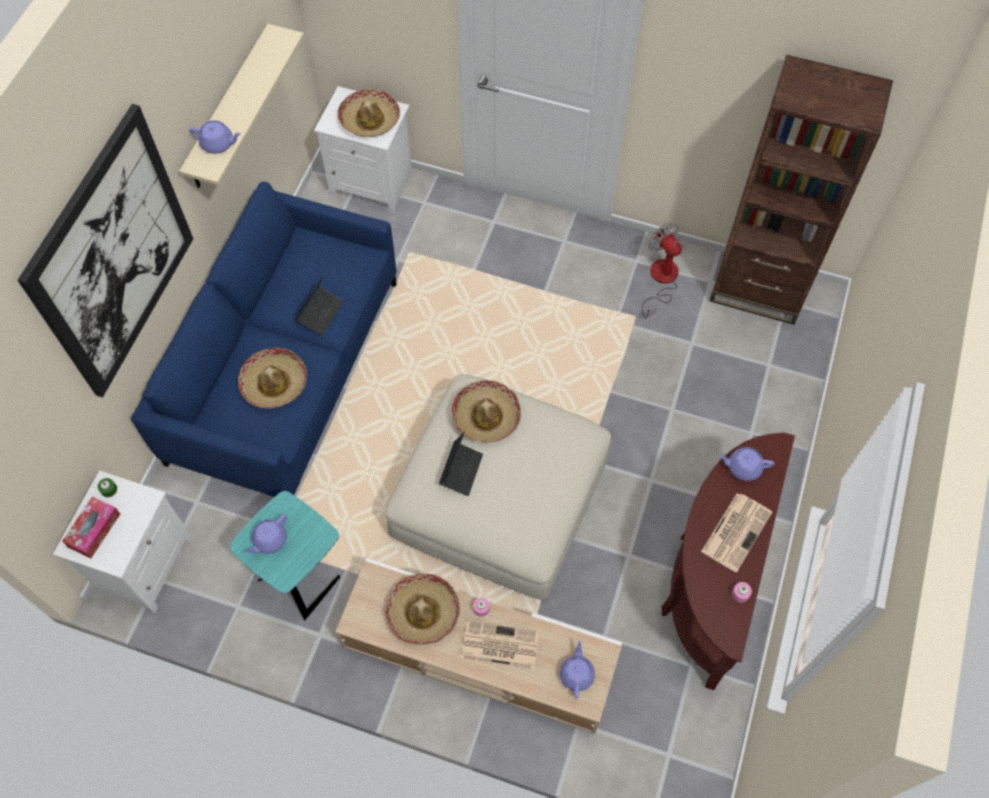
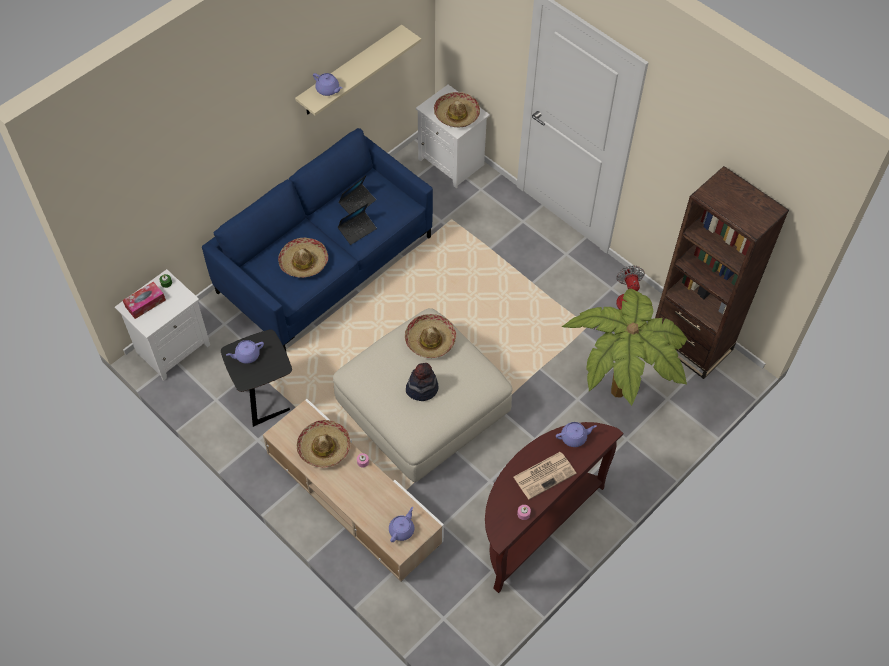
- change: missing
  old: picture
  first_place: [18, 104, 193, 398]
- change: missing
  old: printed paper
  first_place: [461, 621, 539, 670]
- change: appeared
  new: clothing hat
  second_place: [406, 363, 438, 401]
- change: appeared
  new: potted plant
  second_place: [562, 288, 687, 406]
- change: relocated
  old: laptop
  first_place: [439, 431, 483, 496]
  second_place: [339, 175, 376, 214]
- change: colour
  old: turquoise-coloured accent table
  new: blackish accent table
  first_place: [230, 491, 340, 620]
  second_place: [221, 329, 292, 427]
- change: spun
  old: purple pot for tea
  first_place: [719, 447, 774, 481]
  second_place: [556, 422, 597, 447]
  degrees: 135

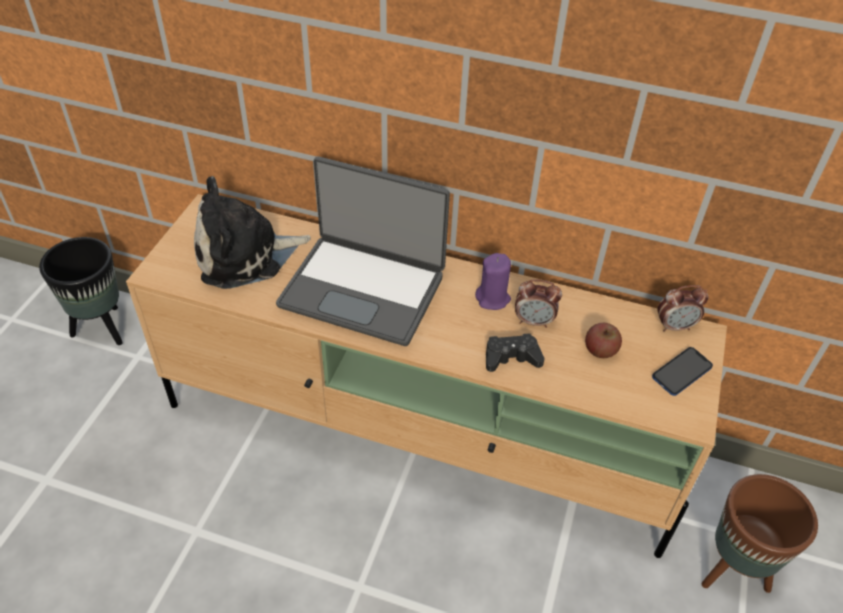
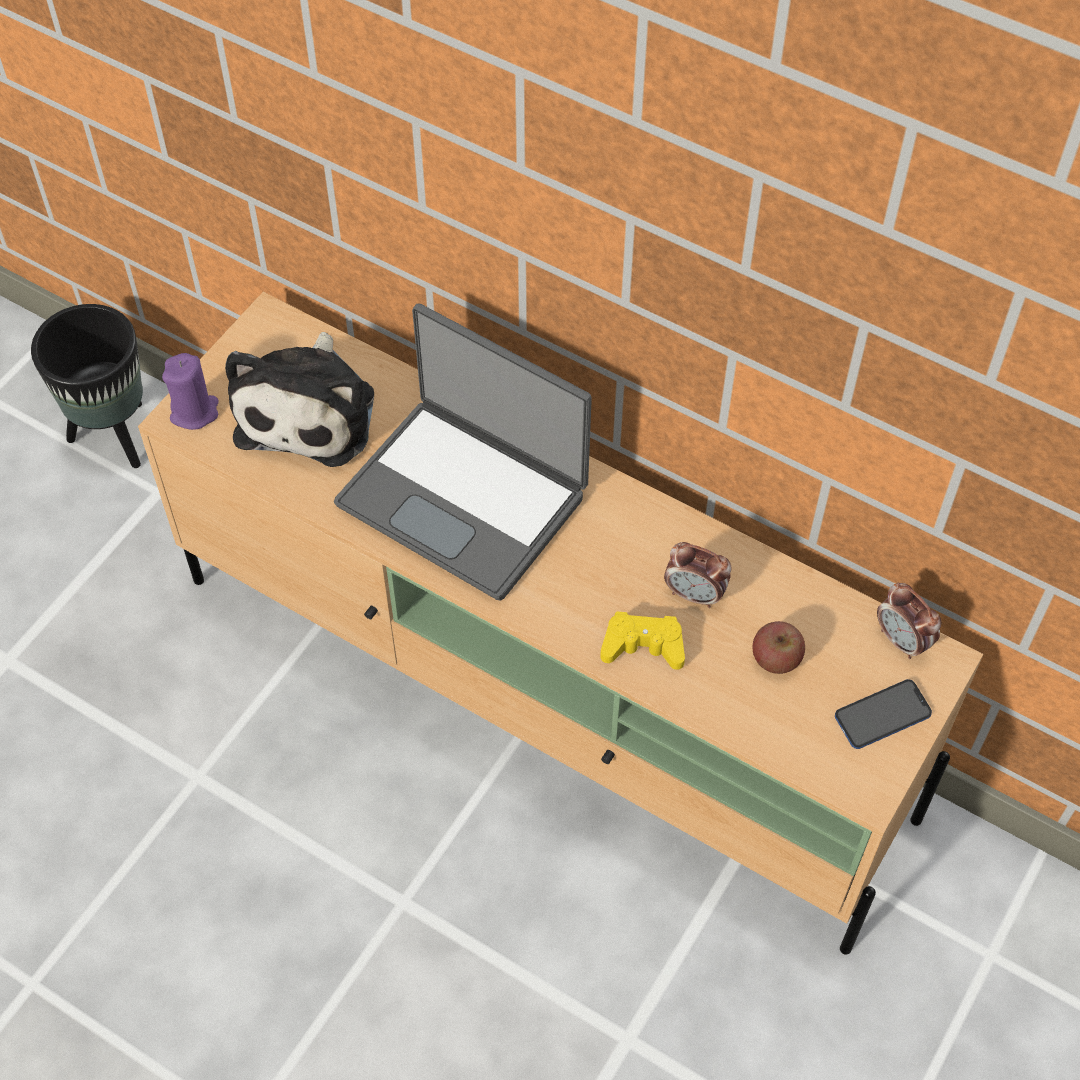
- change: missing
  old: brownish planter
  first_place: [702, 474, 818, 593]
- change: relocated
  old: purple wax candle
  first_place: [475, 253, 511, 310]
  second_place: [162, 353, 219, 430]
- change: colour
  old: blackish joypad
  new: yellow joypad
  first_place: [486, 333, 545, 372]
  second_place: [600, 612, 685, 670]
- change: spun
  old: soft toy
  first_place: [194, 176, 311, 289]
  second_place: [225, 332, 374, 467]
  degrees: -75
- change: spun
  old: table clock
  first_place: [657, 285, 708, 332]
  second_place: [877, 583, 941, 659]
  degrees: 45

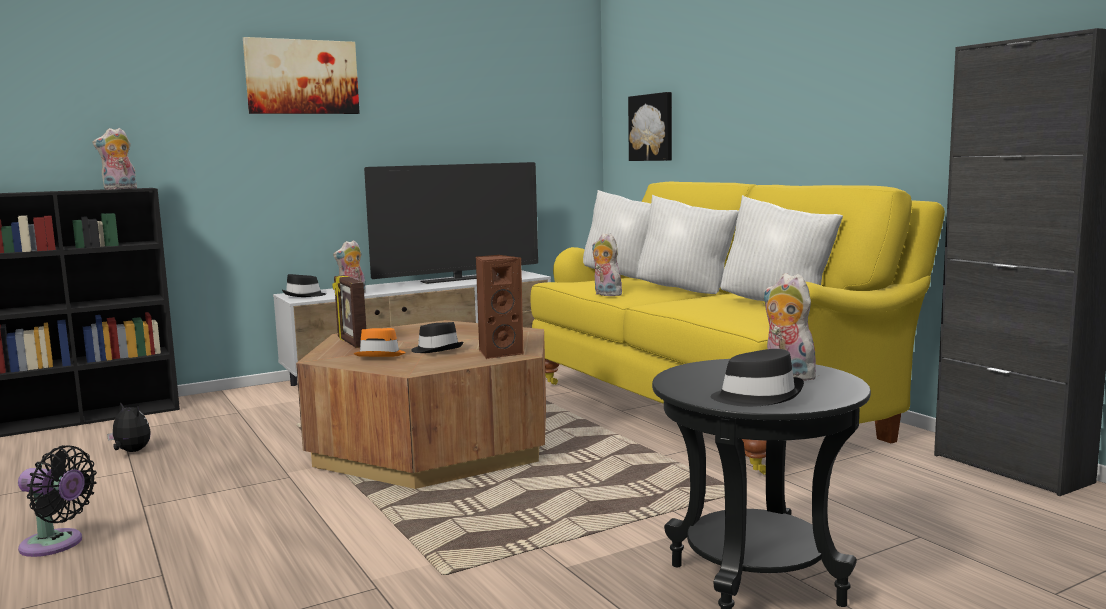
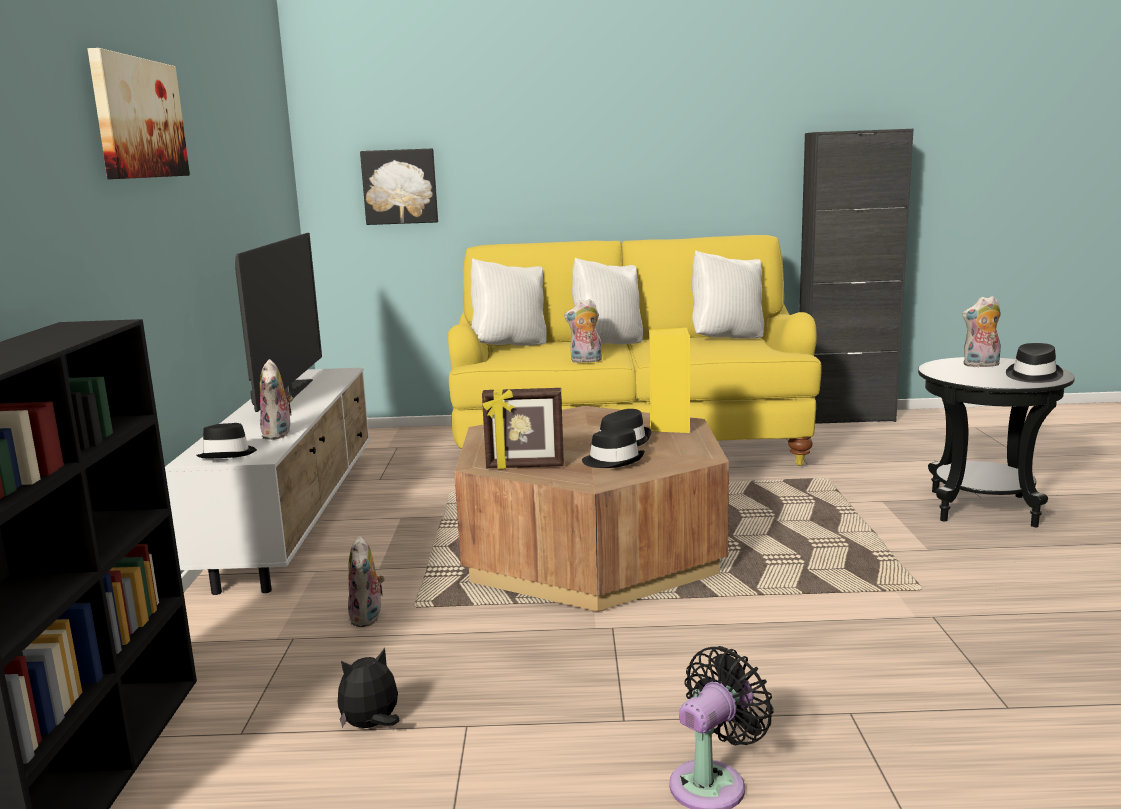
- change: relocated
  old: soft toy
  first_place: [92, 128, 137, 190]
  second_place: [348, 536, 385, 627]
- change: colour
  old: orange clothing hat
  new: blackish clothing hat
  first_place: [354, 328, 406, 357]
  second_place: [582, 429, 645, 468]
- change: colour
  old: brownish loudspeaker
  new: yellow loudspeaker
  first_place: [476, 255, 523, 359]
  second_place: [649, 328, 690, 433]

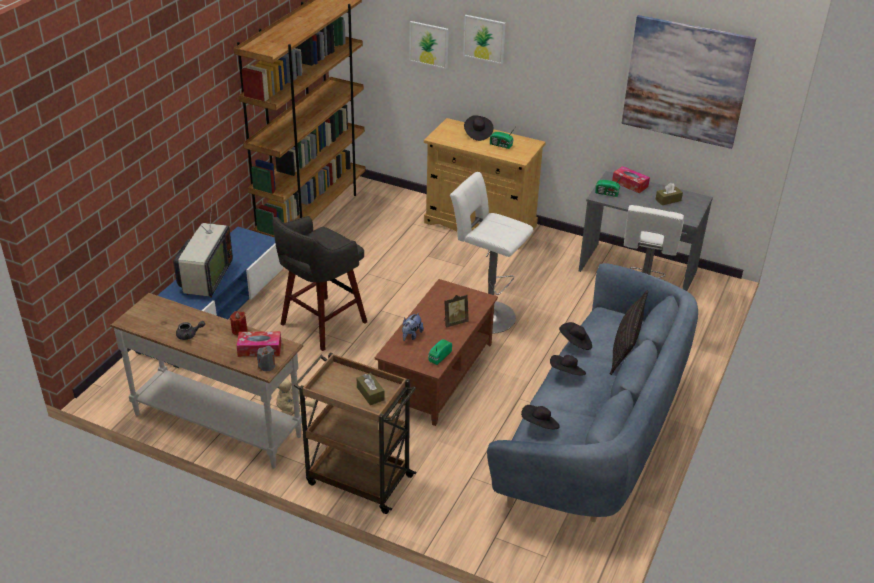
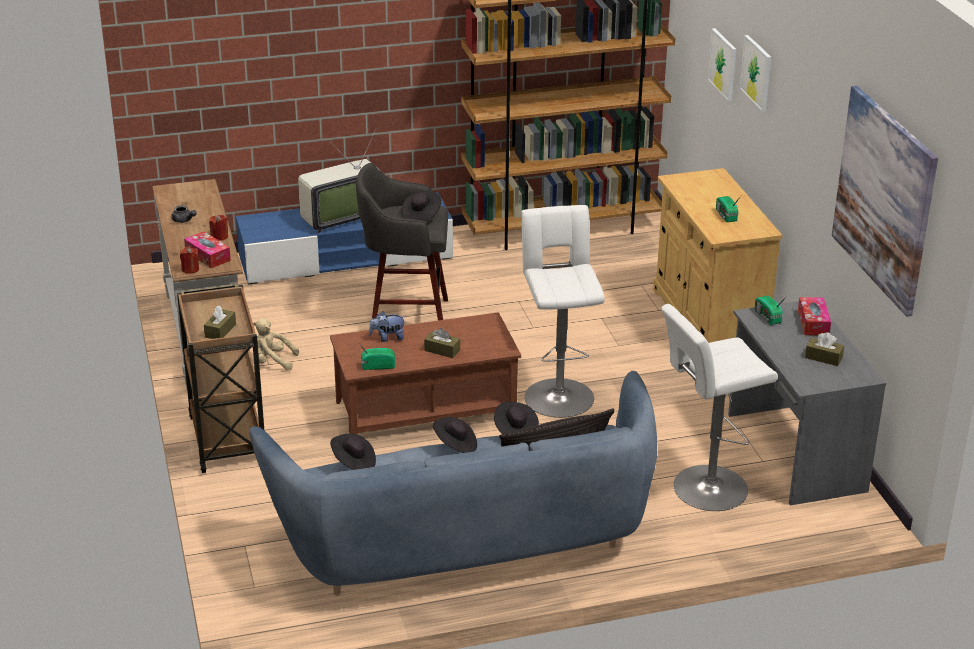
- change: relocated
  old: blackish clothing hat
  first_place: [464, 115, 493, 141]
  second_place: [401, 191, 441, 222]
- change: exchanged
  old: picture frame
  new: brownish box of tissues
  first_place: [444, 295, 469, 328]
  second_place: [424, 328, 460, 358]
- change: colour
  old: greyish wax candle
  new: red wax candle
  first_place: [257, 346, 275, 371]
  second_place: [180, 247, 199, 274]

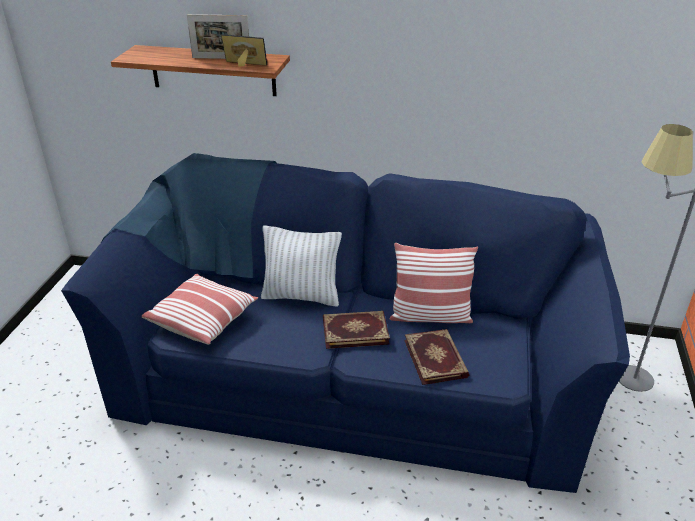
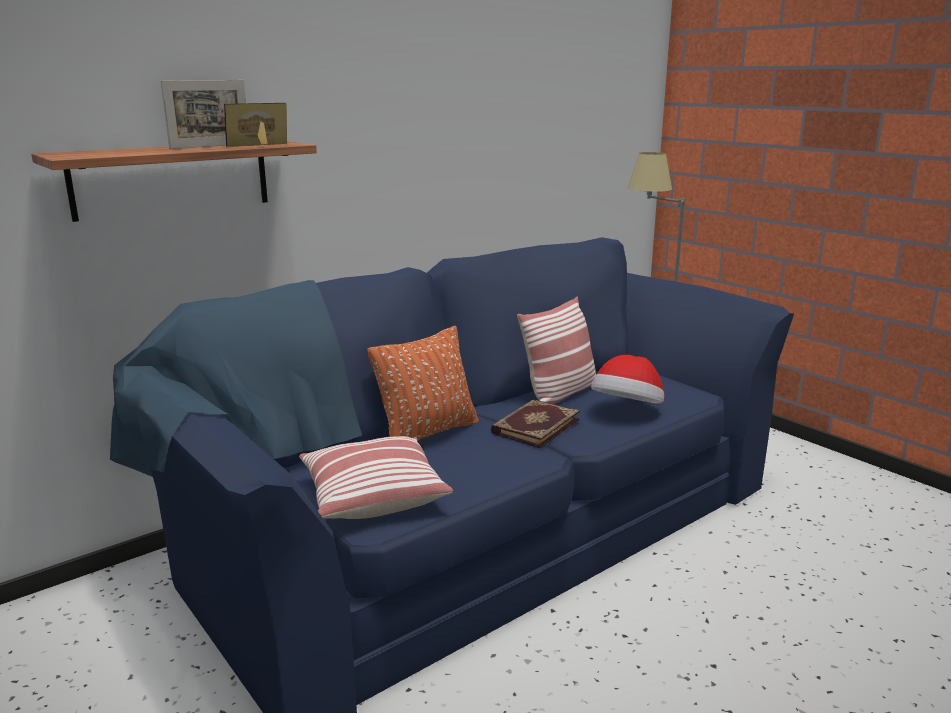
- change: exchanged
  old: volume
  new: clothing hat
  first_place: [404, 329, 469, 385]
  second_place: [591, 355, 664, 404]
- change: colour
  old: white throw pillow
  new: orange throw pillow
  first_place: [261, 226, 342, 307]
  second_place: [367, 326, 479, 441]

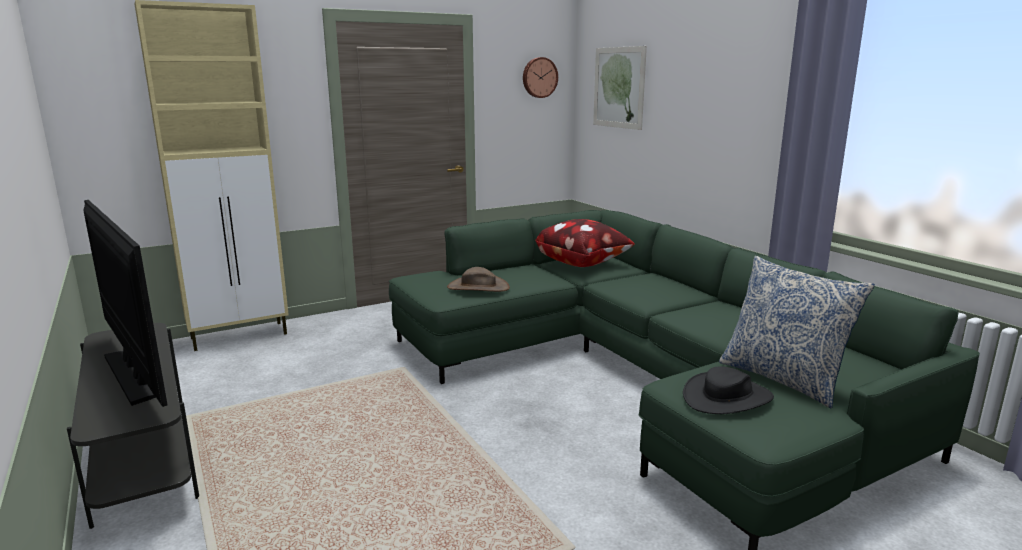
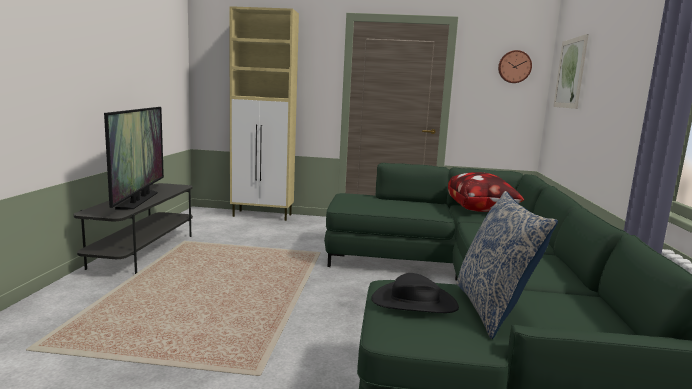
- change: missing
  old: brownish clothing hat
  first_place: [447, 267, 510, 292]

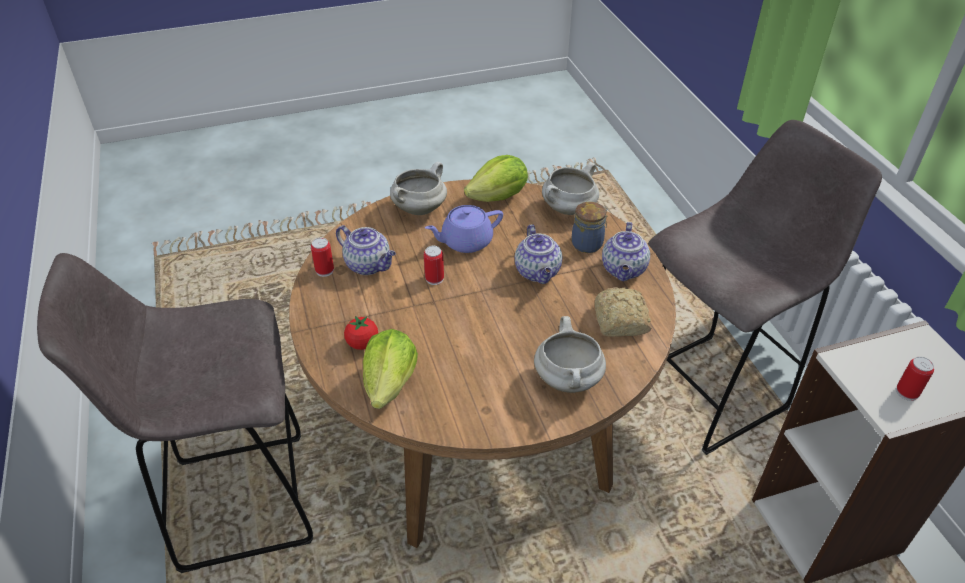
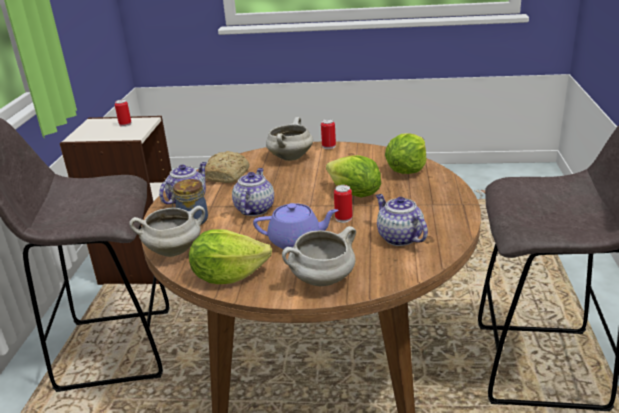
- change: missing
  old: whole tomato
  first_place: [344, 316, 378, 350]
- change: appeared
  new: head of lettuce
  second_place: [326, 155, 381, 198]
- change: relocated
  old: sealed can
  first_place: [311, 238, 334, 277]
  second_place: [321, 119, 336, 149]

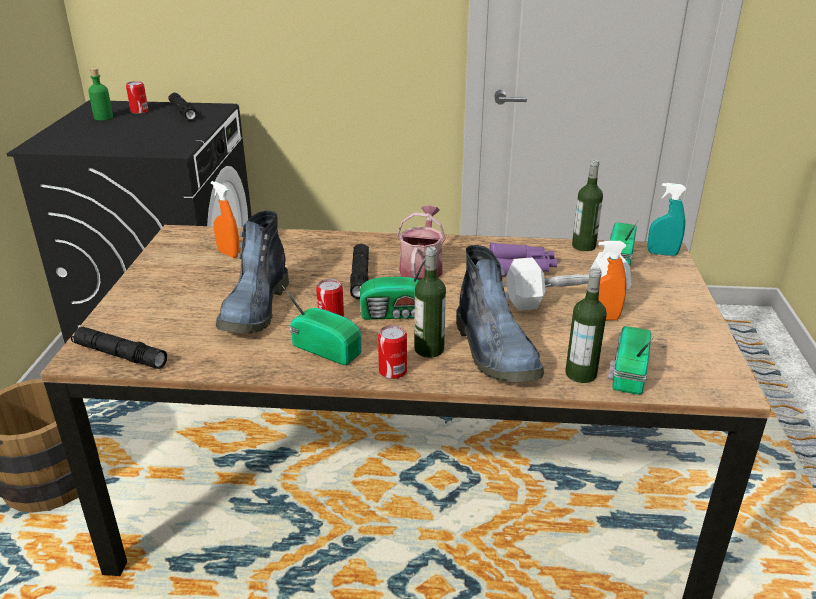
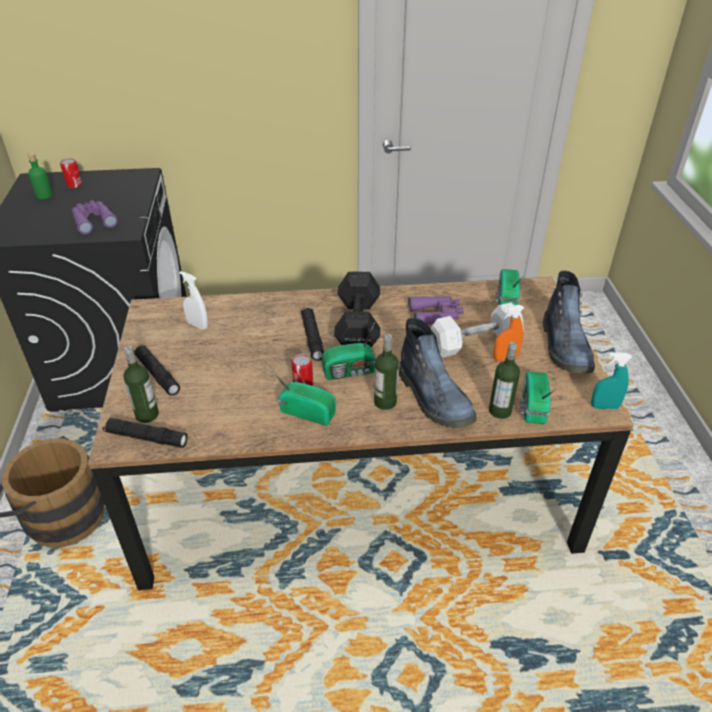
- change: missing
  old: sealed can
  first_place: [378, 325, 407, 379]
- change: appeared
  new: purple binoculars
  second_place: [72, 200, 118, 234]
- change: relocated
  old: blackish flashlight
  first_place: [168, 93, 197, 121]
  second_place: [134, 345, 180, 396]
- change: relocated
  old: high-top boot
  first_place: [216, 211, 289, 334]
  second_place: [543, 271, 595, 373]
- change: relocated
  old: beverage bottle
  first_place: [572, 160, 603, 251]
  second_place: [123, 346, 159, 423]
- change: relocated
  old: turquoise-coloured hand sprayer
  first_place: [648, 183, 686, 256]
  second_place: [591, 352, 632, 409]
- change: exchanged
  old: sprinkling can
  new: blackish free weight
  first_place: [397, 206, 446, 281]
  second_place: [334, 271, 380, 347]
- change: colour
  old: orange hand sprayer
  new: white hand sprayer
  first_place: [211, 181, 240, 258]
  second_place: [179, 271, 208, 330]

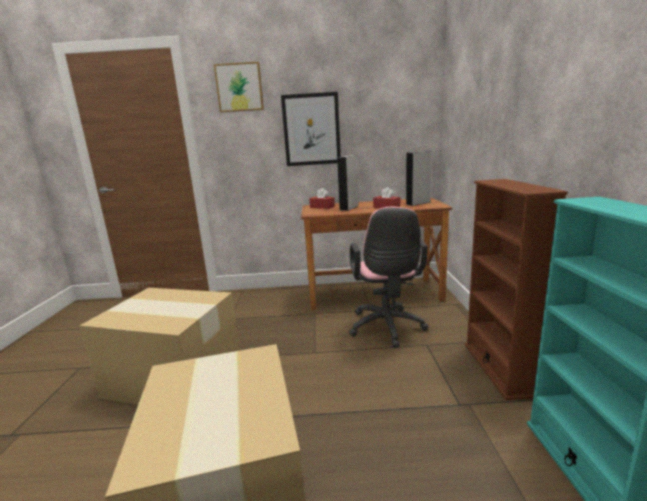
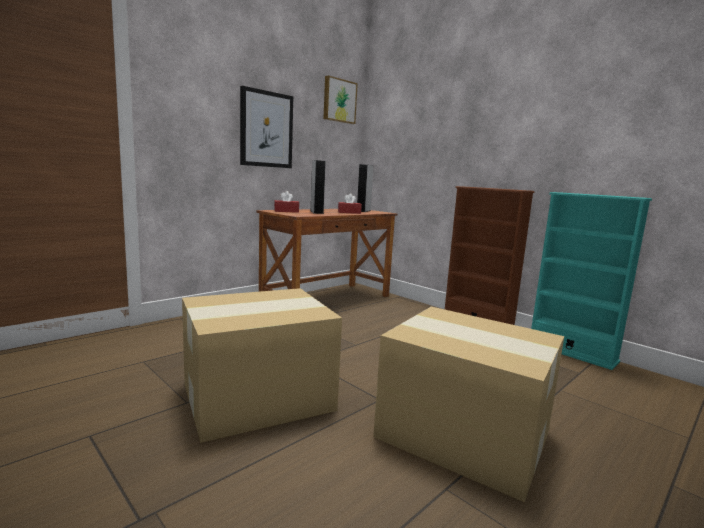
- change: missing
  old: pinkish computer chair
  first_place: [349, 207, 428, 348]
- change: relocated
  old: picture
  first_place: [214, 62, 264, 112]
  second_place: [323, 75, 358, 124]

